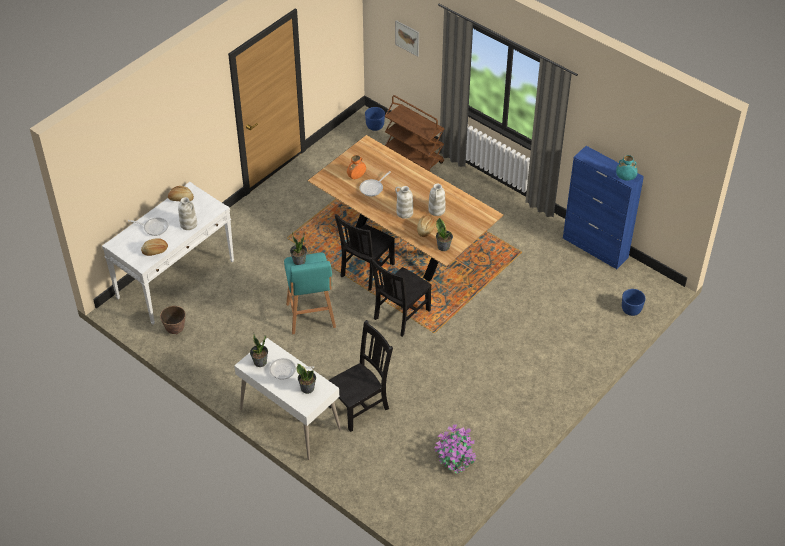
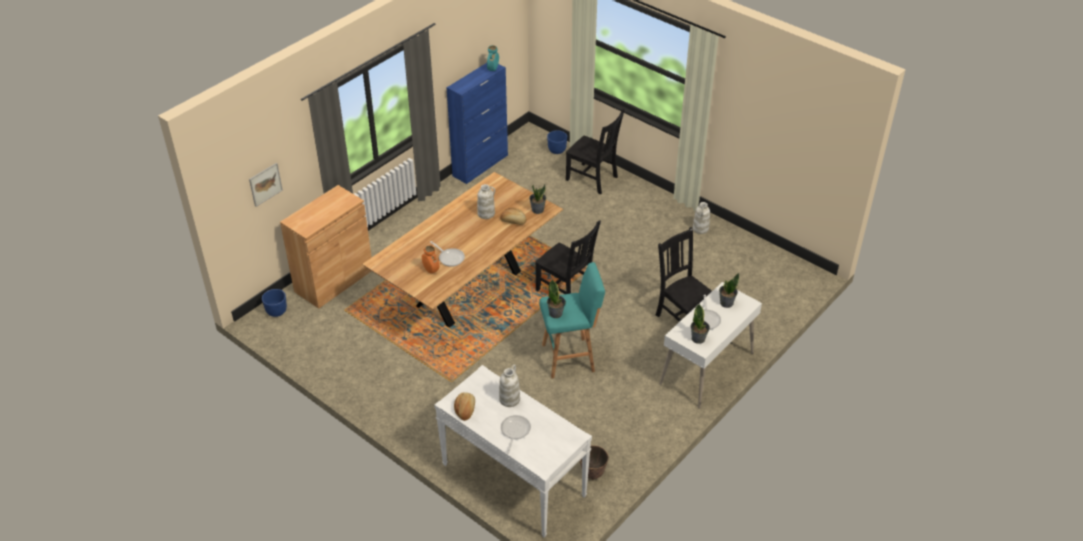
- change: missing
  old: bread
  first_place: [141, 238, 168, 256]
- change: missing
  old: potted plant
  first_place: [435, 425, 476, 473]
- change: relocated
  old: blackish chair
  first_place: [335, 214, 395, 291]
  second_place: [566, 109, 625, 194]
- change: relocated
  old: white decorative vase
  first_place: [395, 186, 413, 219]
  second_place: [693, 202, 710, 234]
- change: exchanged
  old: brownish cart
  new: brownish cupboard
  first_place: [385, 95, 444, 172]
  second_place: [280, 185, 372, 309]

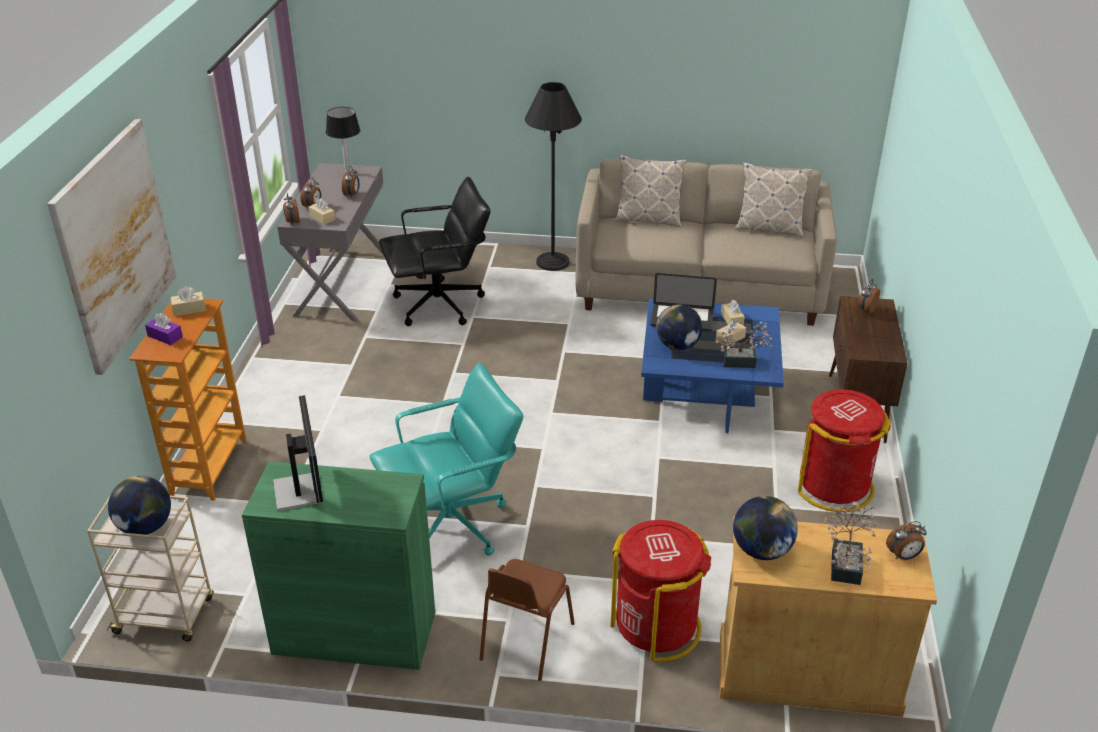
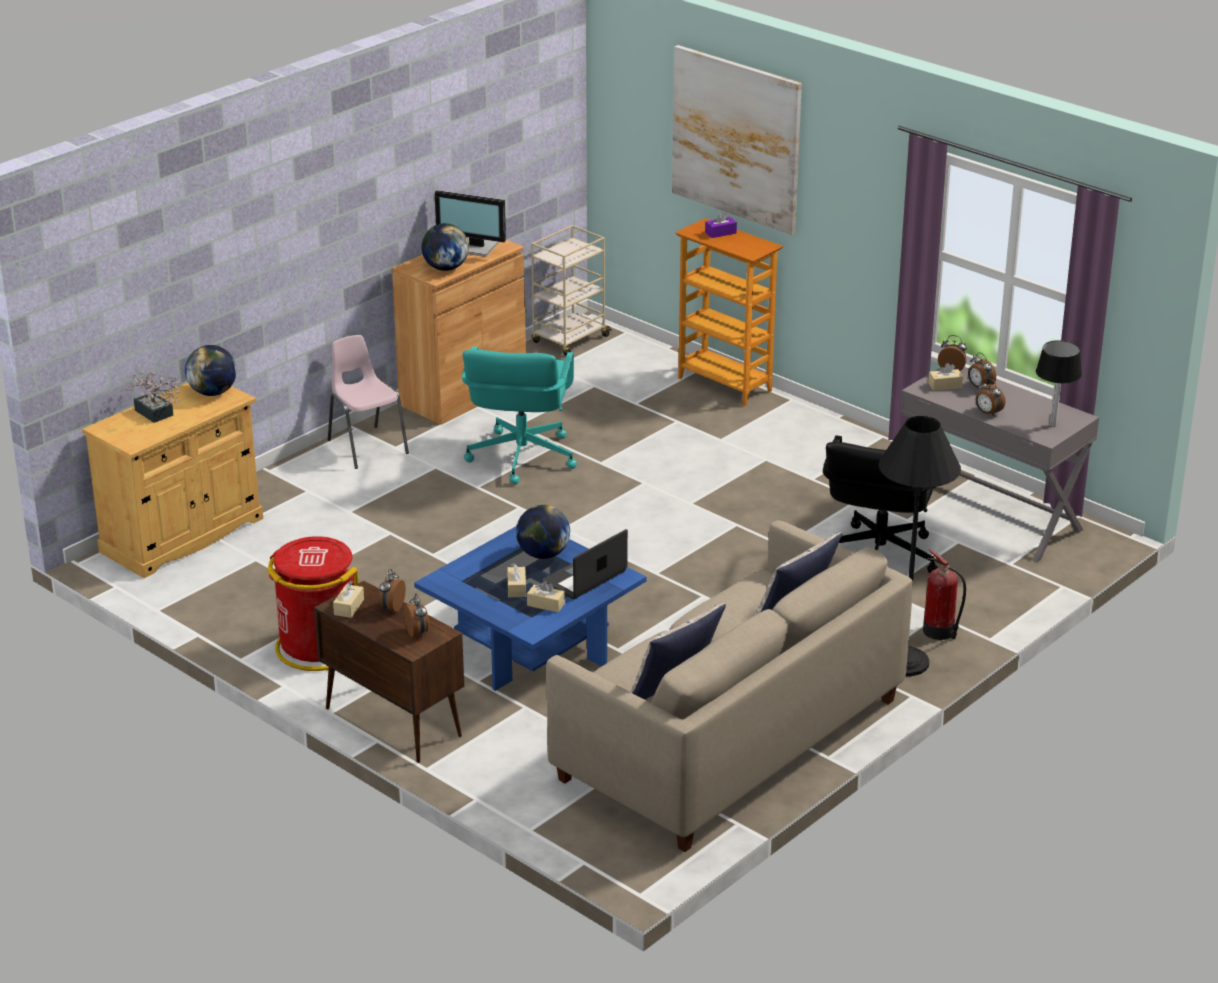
- change: missing
  old: red trash can
  first_place: [611, 520, 711, 662]
- change: missing
  old: potted plant
  first_place: [716, 322, 772, 368]
- change: appeared
  new: fire-fighting cylinder
  second_place: [923, 549, 966, 640]
- change: relocated
  old: desk globe
  first_place: [108, 476, 171, 535]
  second_place: [421, 223, 469, 271]
- change: relocated
  old: sand-coloured box of tissues
  first_place: [171, 286, 206, 316]
  second_place: [333, 581, 364, 618]
- change: relocated
  old: table clock
  first_place: [886, 521, 927, 560]
  second_place: [379, 569, 406, 613]
- change: colour
  old: green cupboard
  new: brownish cupboard
  first_place: [242, 461, 435, 670]
  second_place: [392, 240, 526, 425]
- change: colour
  old: brownish chair
  new: pinkish chair
  first_place: [480, 559, 575, 681]
  second_place: [328, 335, 409, 469]

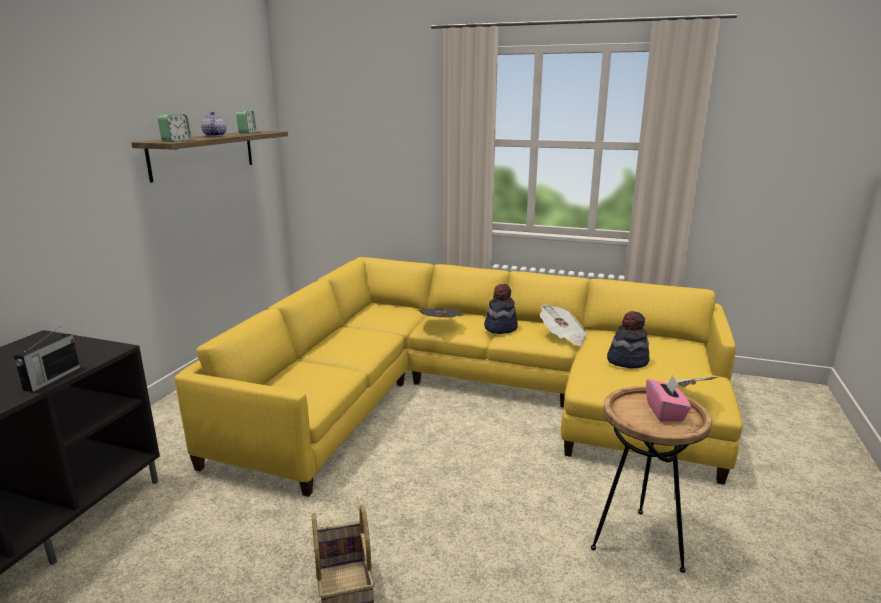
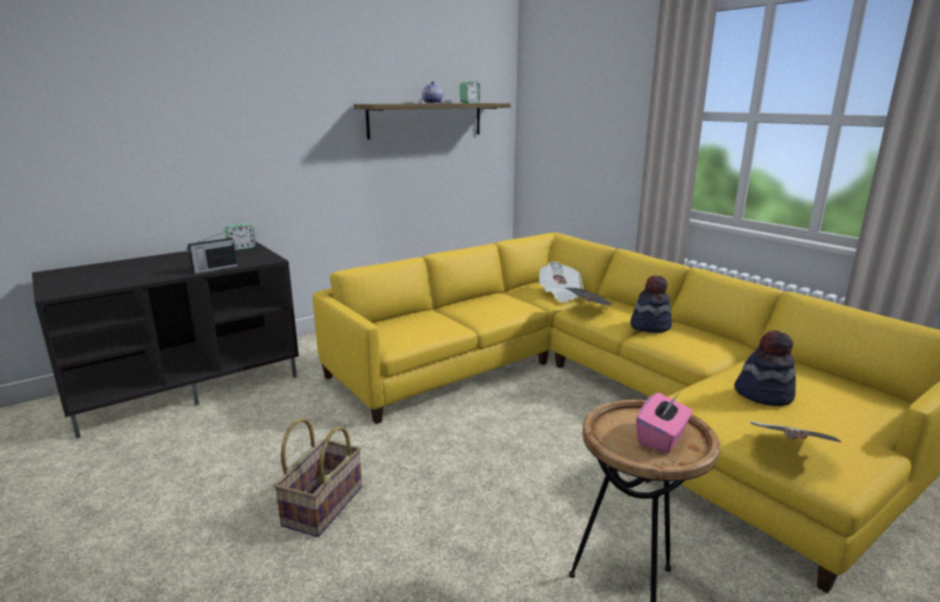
- change: relocated
  old: table clock
  first_place: [158, 114, 191, 142]
  second_place: [225, 223, 256, 250]
- change: relocated
  old: printed paper
  first_place: [540, 304, 588, 346]
  second_place: [539, 262, 583, 303]

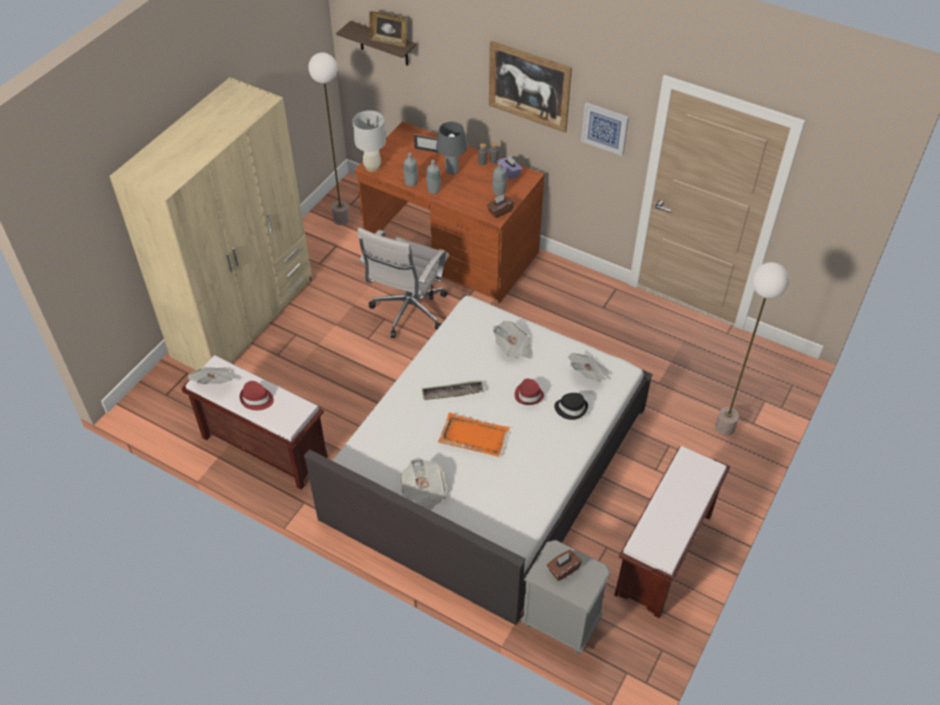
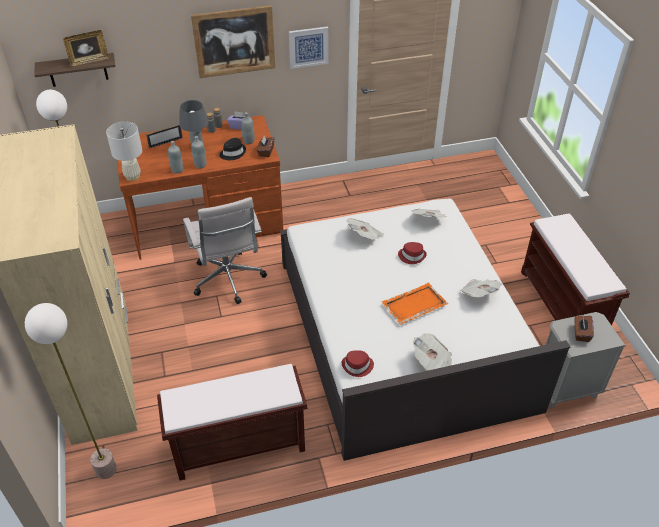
- change: missing
  old: tray
  first_place: [421, 380, 484, 400]
- change: relocated
  old: printed paper
  first_place: [188, 367, 233, 385]
  second_place: [459, 279, 503, 297]
- change: relocated
  old: red clothing hat
  first_place: [240, 381, 274, 410]
  second_place: [342, 350, 374, 377]
- change: relocated
  old: blackish clothing hat
  first_place: [554, 393, 588, 420]
  second_place: [220, 138, 246, 160]
- change: relocated
  old: standard lamp
  first_place: [715, 262, 789, 436]
  second_place: [25, 303, 117, 479]

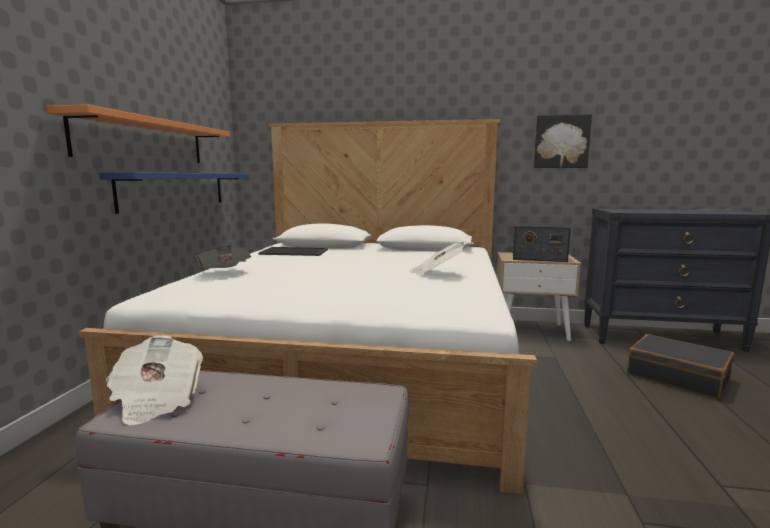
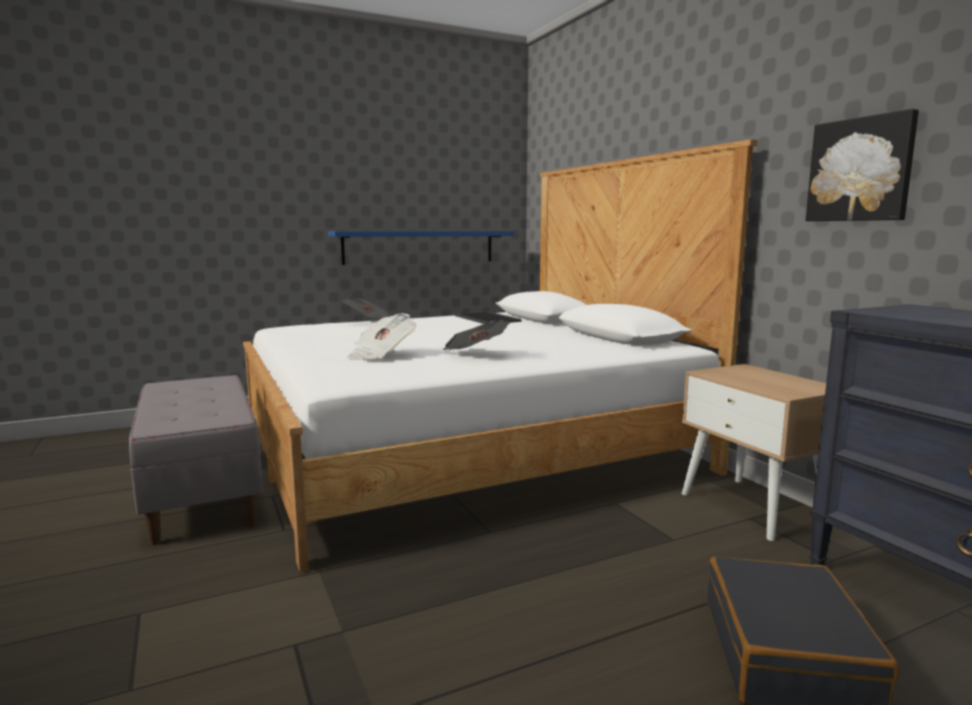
- change: missing
  old: orange wall shelf
  first_place: [46, 104, 230, 163]
- change: missing
  old: radio receiver
  first_place: [513, 223, 571, 262]
- change: relocated
  old: printed paper
  first_place: [106, 335, 203, 425]
  second_place: [348, 313, 416, 360]

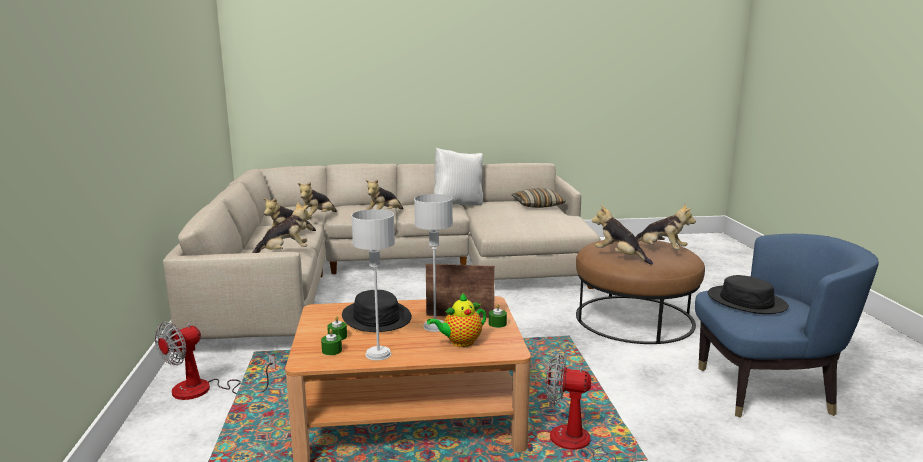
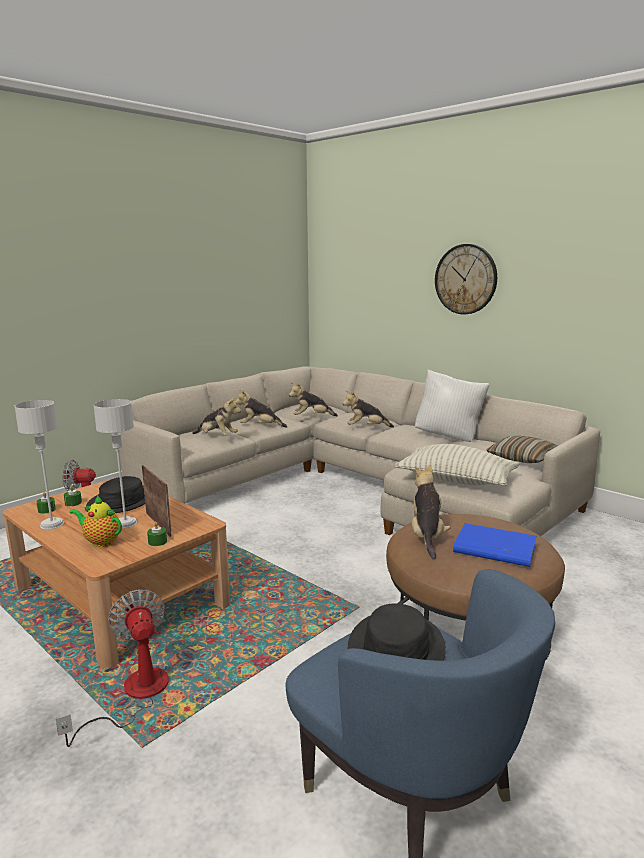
- change: appeared
  new: throw pillow
  second_place: [395, 444, 520, 486]
- change: appeared
  new: clock on the wall
  second_place: [435, 244, 497, 314]
- change: exchanged
  old: soft toy
  new: bluish volume
  first_place: [636, 204, 696, 250]
  second_place: [453, 523, 537, 567]

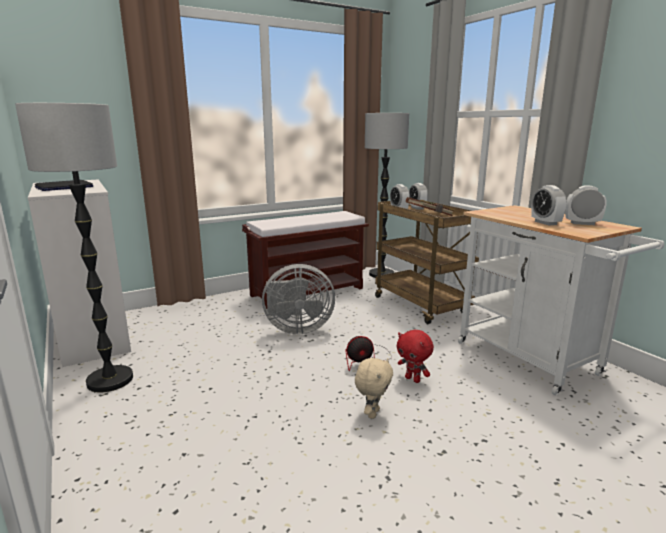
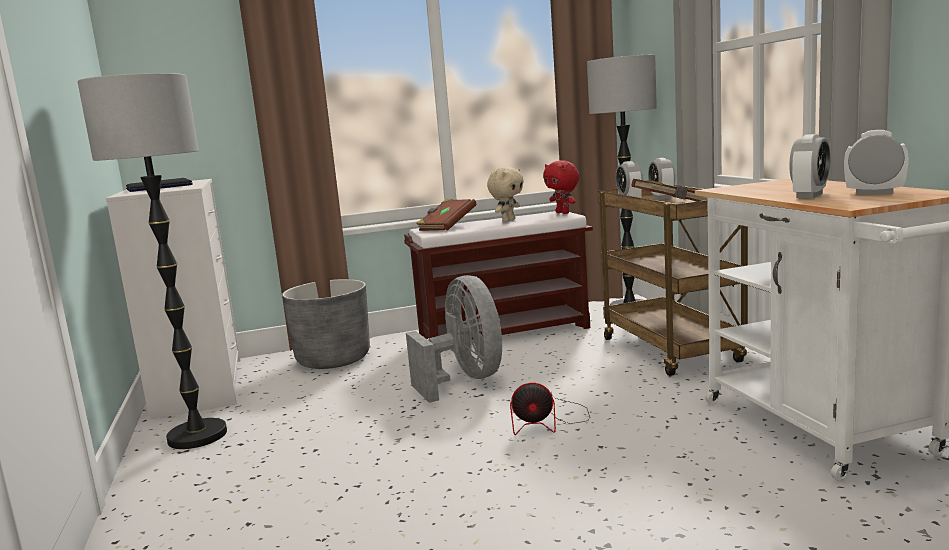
- change: appeared
  new: greyish planter
  second_place: [282, 279, 370, 369]
- change: appeared
  new: brownish volume
  second_place: [416, 199, 476, 231]
- change: relocated
  old: sand-coloured soft toy
  first_place: [355, 358, 393, 419]
  second_place: [487, 167, 524, 222]
- change: relocated
  old: red soft toy
  first_place: [397, 329, 434, 383]
  second_place: [543, 160, 579, 214]
- change: spun
  old: greyish cooling fan
  first_place: [262, 264, 335, 334]
  second_place: [406, 275, 502, 403]
  degrees: -120
- change: spun
  old: table clock
  first_place: [531, 185, 566, 226]
  second_place: [789, 134, 831, 198]
  degrees: -135

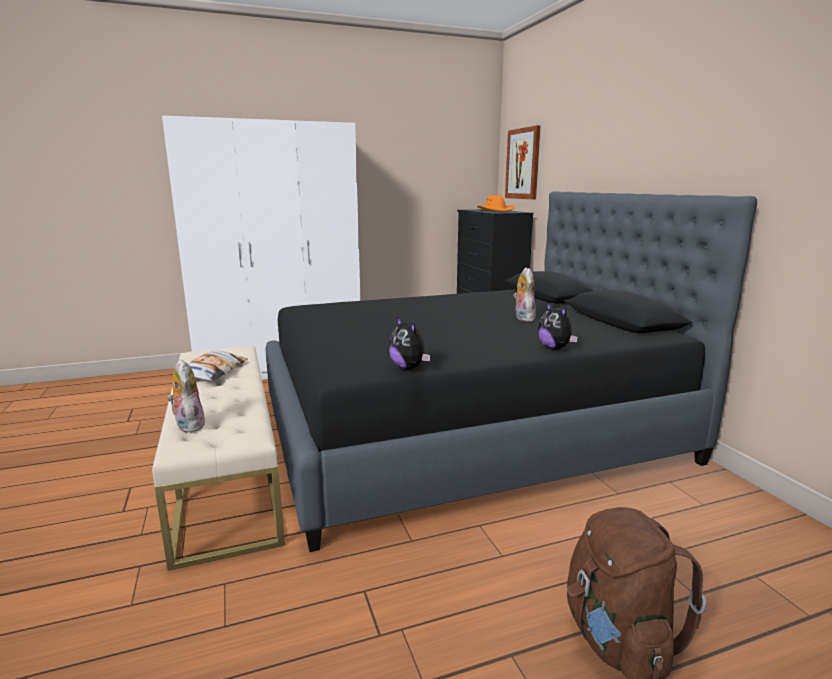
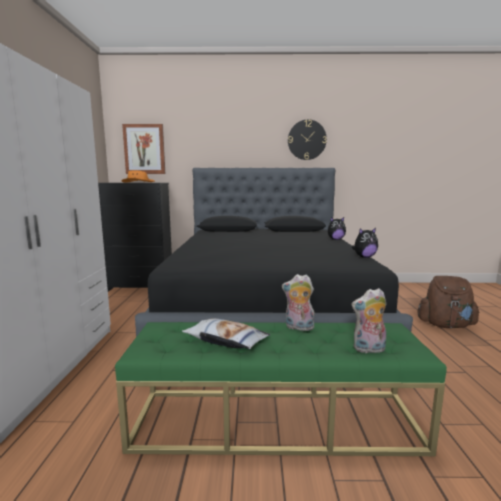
- change: appeared
  new: clock on the wall
  second_place: [288, 119, 327, 160]
- change: relocated
  old: soft toy
  first_place: [513, 268, 536, 321]
  second_place: [282, 274, 314, 331]
- change: colour
  old: sand-coloured bench
  new: green bench
  first_place: [152, 346, 285, 571]
  second_place: [115, 322, 447, 456]

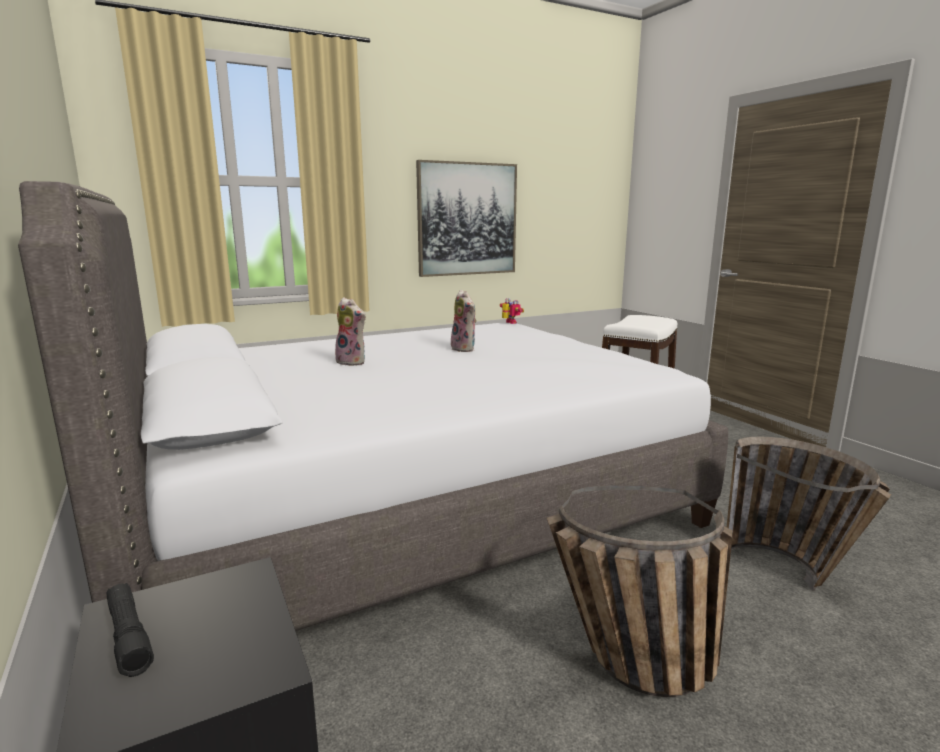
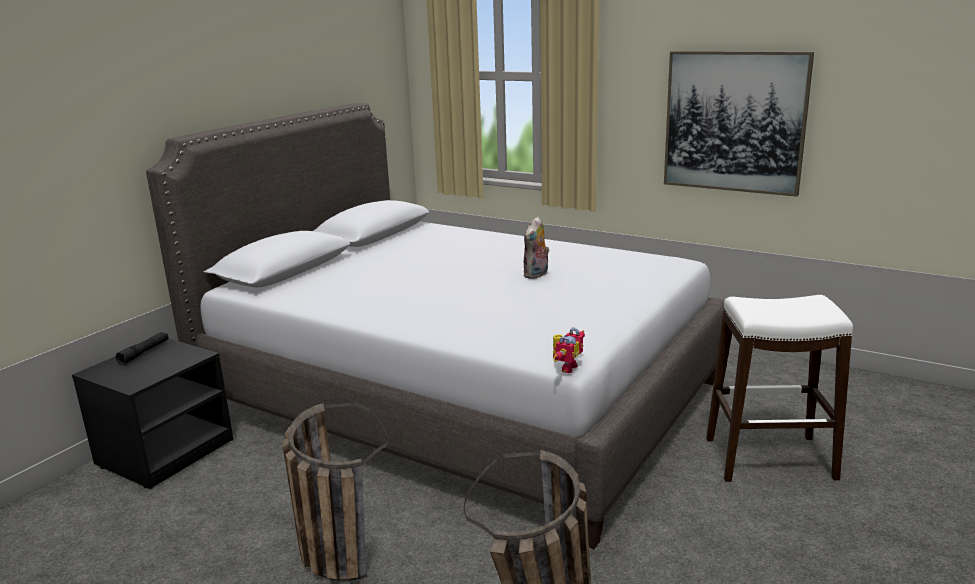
- change: missing
  old: soft toy
  first_place: [335, 297, 366, 366]
- change: relocated
  old: robot figure
  first_place: [500, 298, 524, 324]
  second_place: [553, 328, 585, 373]

